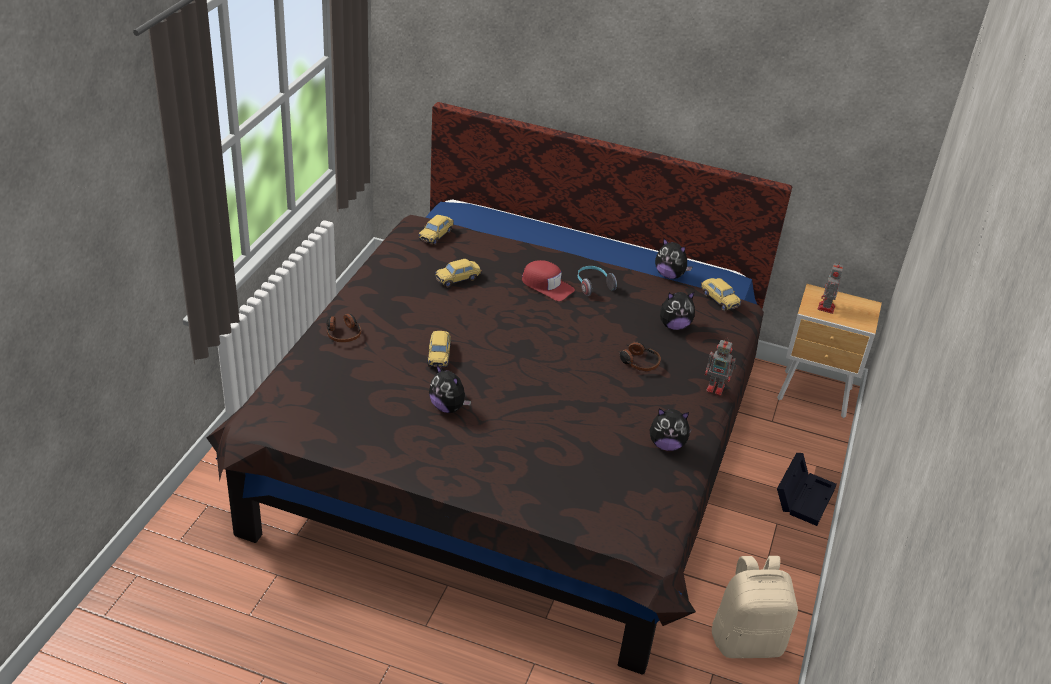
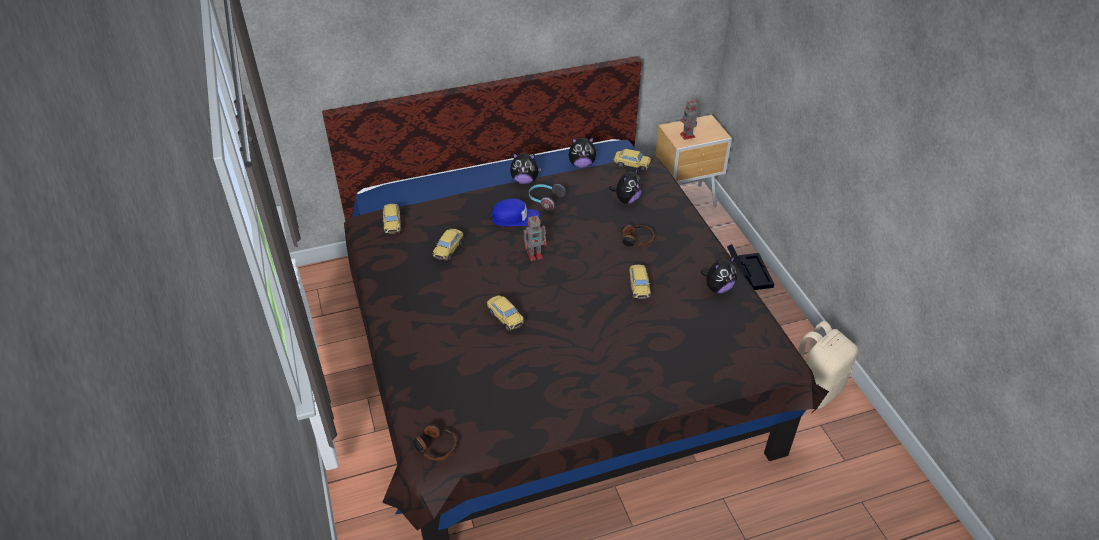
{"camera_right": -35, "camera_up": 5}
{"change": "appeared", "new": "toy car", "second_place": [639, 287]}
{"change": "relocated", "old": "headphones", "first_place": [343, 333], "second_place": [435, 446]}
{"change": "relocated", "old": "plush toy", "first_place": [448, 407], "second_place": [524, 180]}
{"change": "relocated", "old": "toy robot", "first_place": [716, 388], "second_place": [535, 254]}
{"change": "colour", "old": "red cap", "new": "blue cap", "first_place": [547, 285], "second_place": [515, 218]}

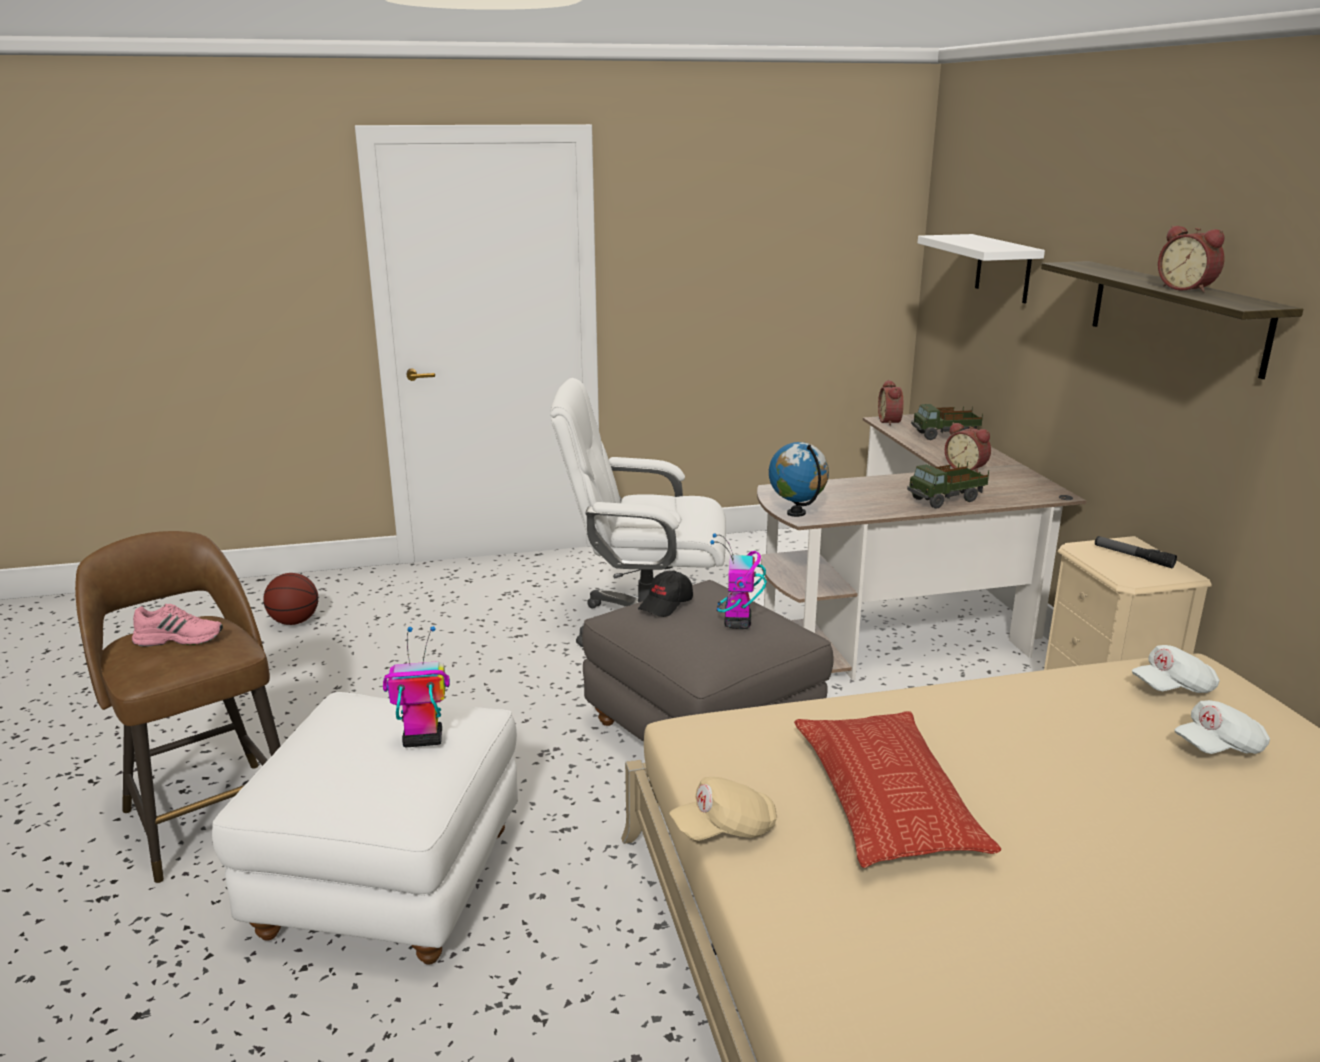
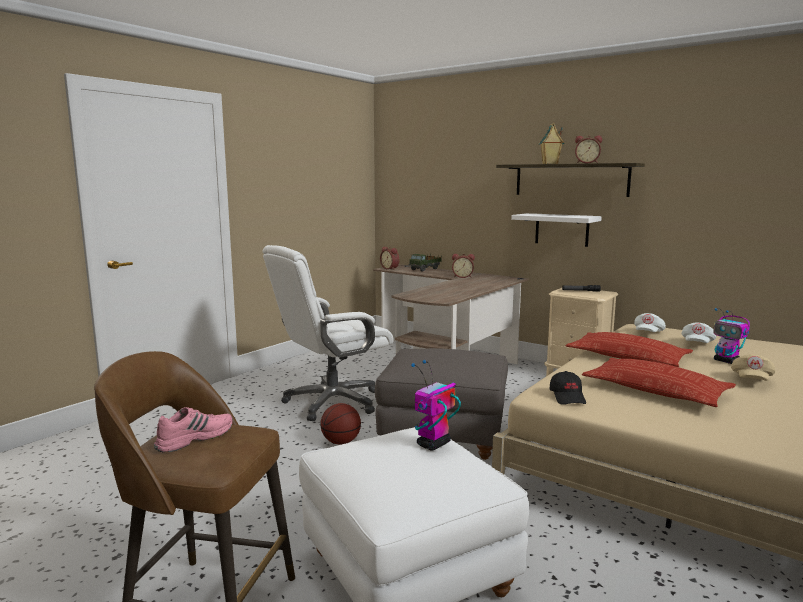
{"camera_right": -40, "camera_up": -10}
{"change": "missing", "old": "globe", "first_place": [796, 513]}
{"change": "missing", "old": "toy truck", "first_place": [946, 500]}
{"change": "appeared", "new": "toy house", "second_place": [550, 163]}
{"change": "appeared", "new": "pillow", "second_place": [627, 357]}
{"change": "relocated", "old": "basketball", "first_place": [294, 622], "second_place": [341, 442]}
{"change": "relocated", "old": "black cap", "first_place": [666, 604], "second_place": [568, 397]}
{"change": "relocated", "old": "beige cap", "first_place": [725, 829], "second_place": [751, 380]}
{"change": "relocated", "old": "toy robot", "first_place": [737, 623], "second_place": [727, 361]}
{"change": "relocated", "old": "white shelf", "first_place": [1003, 268], "second_place": [561, 229]}

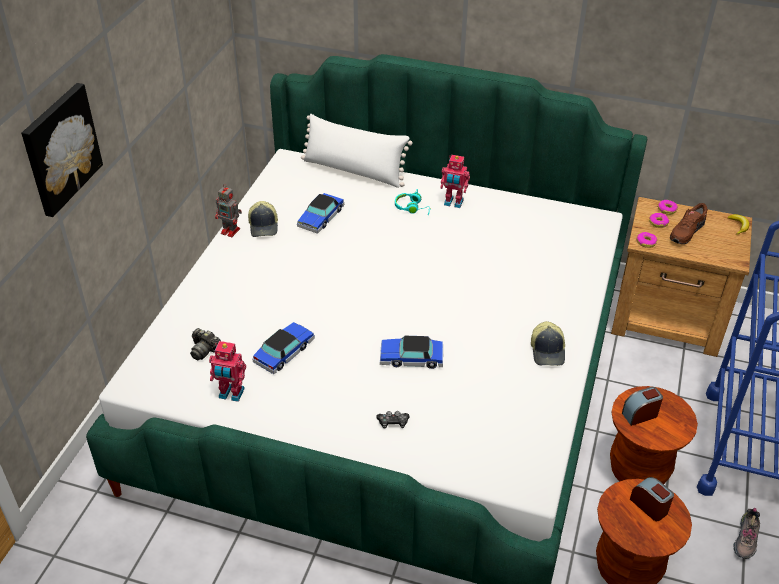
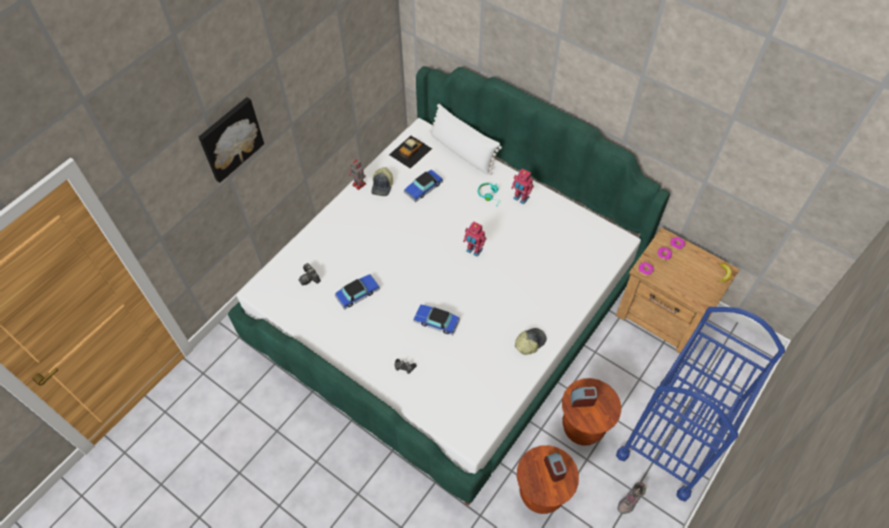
{"camera_right": 20, "camera_up": 15}
{"change": "missing", "old": "brown shoe", "first_place": [686, 232]}
{"change": "appeared", "new": "toy car", "second_place": [410, 151]}
{"change": "relocated", "old": "toy robot", "first_place": [231, 394], "second_place": [474, 251]}
{"change": "spun", "old": "cap", "first_place": [548, 351], "second_place": [529, 342], "degrees": -150}

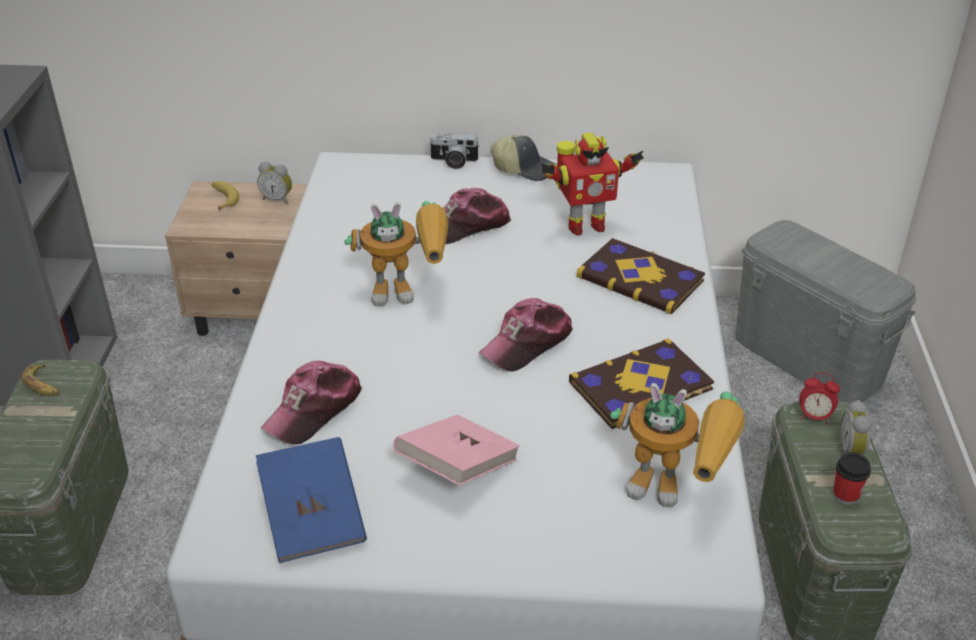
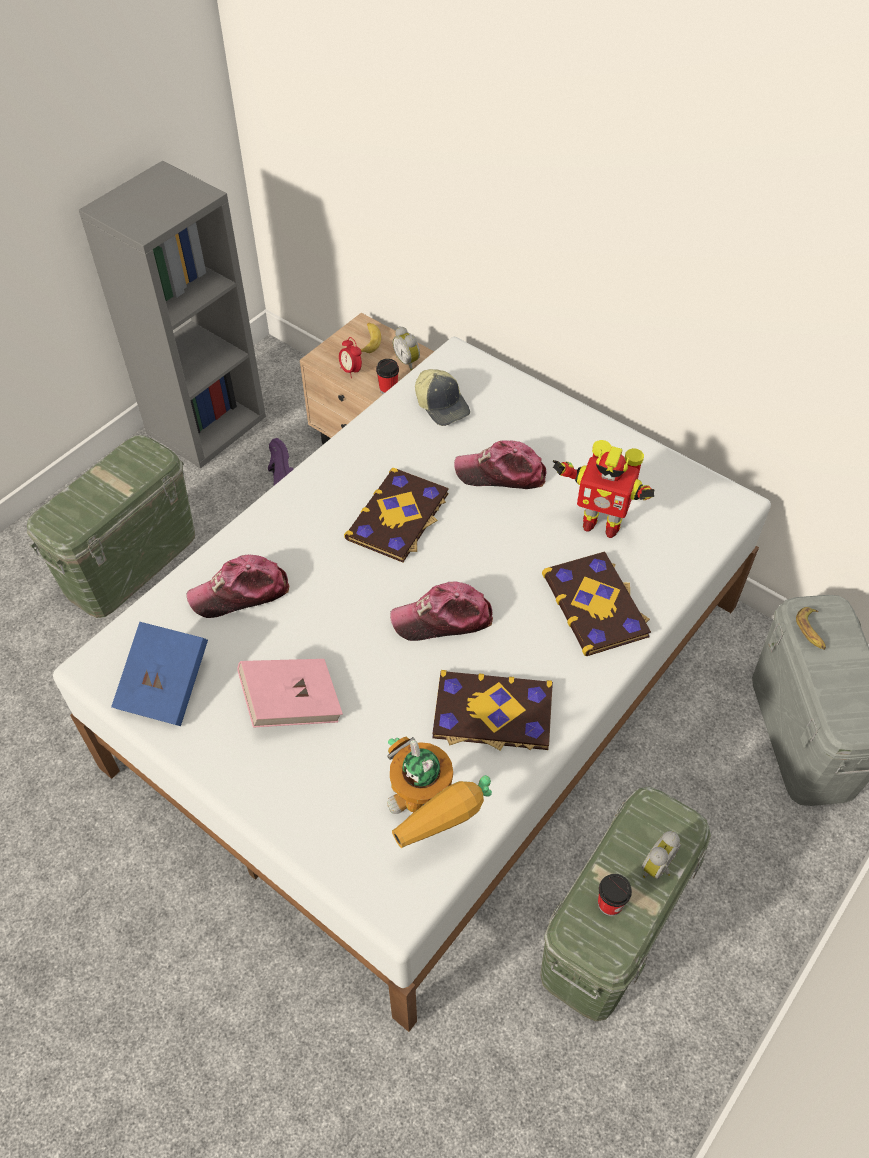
{"camera_right": 35, "camera_up": 15}
{"change": "missing", "old": "photo camera", "first_place": [453, 162]}
{"change": "appeared", "new": "purple shoe", "second_place": [278, 473]}
{"change": "appeared", "new": "cup", "second_place": [388, 389]}
{"change": "relocated", "old": "banana", "first_place": [43, 385], "second_place": [811, 631]}
{"change": "relocated", "old": "cap", "first_place": [524, 168], "second_place": [442, 405]}
{"change": "relocated", "old": "alarm clock", "first_place": [814, 417], "second_place": [351, 371]}
{"change": "exchanged", "old": "toy robot", "new": "book", "first_place": [409, 290], "second_place": [399, 517]}

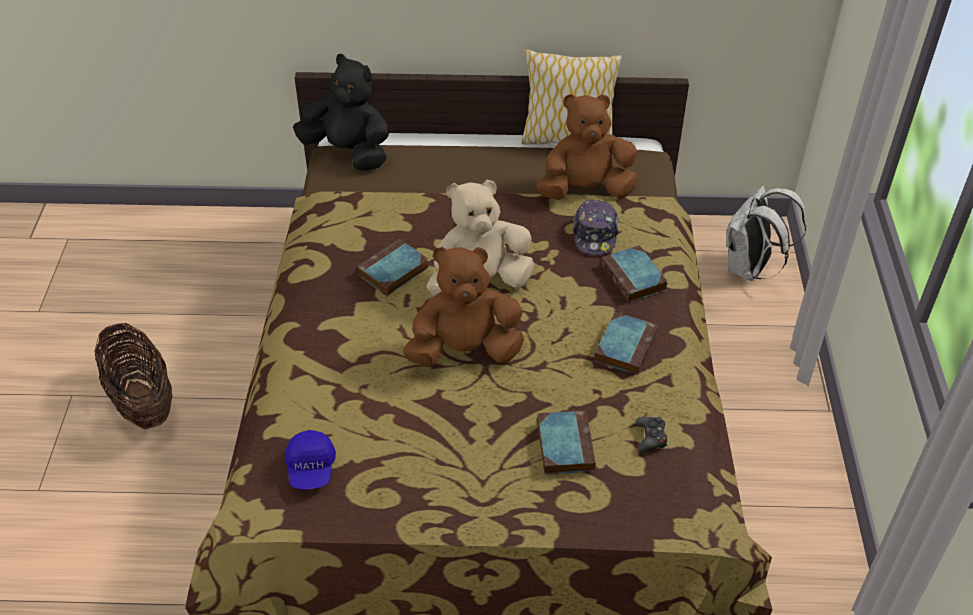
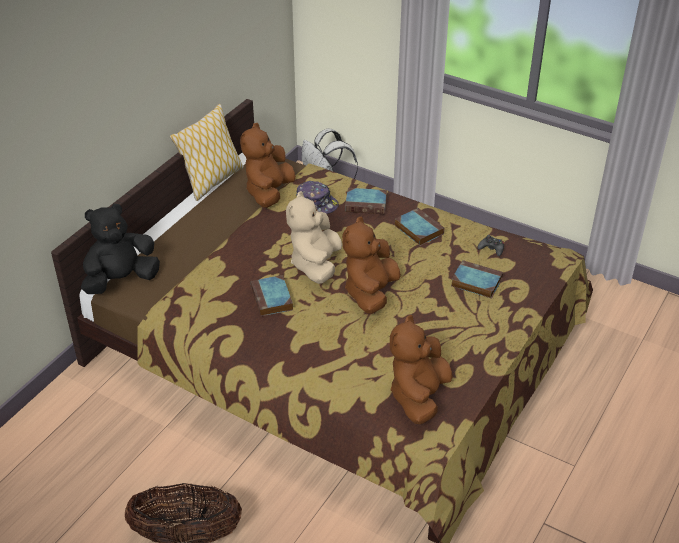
{"camera_right": -60, "camera_up": -5}
{"change": "exchanged", "old": "blue cap", "new": "brown plush toy", "first_place": [311, 468], "second_place": [418, 396]}

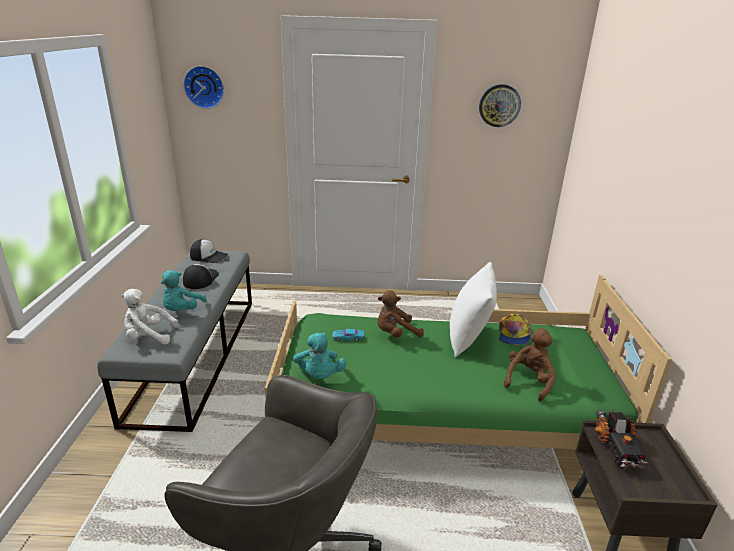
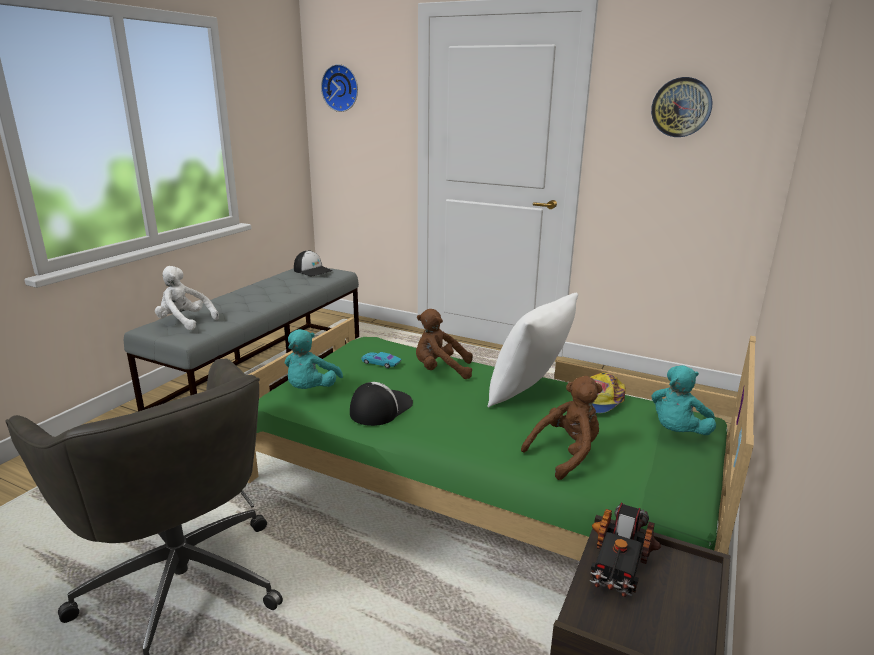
{"camera_right": 25, "camera_up": -5}
{"change": "relocated", "old": "turquoise plush toy", "first_place": [182, 310], "second_place": [677, 432]}
{"change": "relocated", "old": "cap", "first_place": [200, 279], "second_place": [380, 408]}

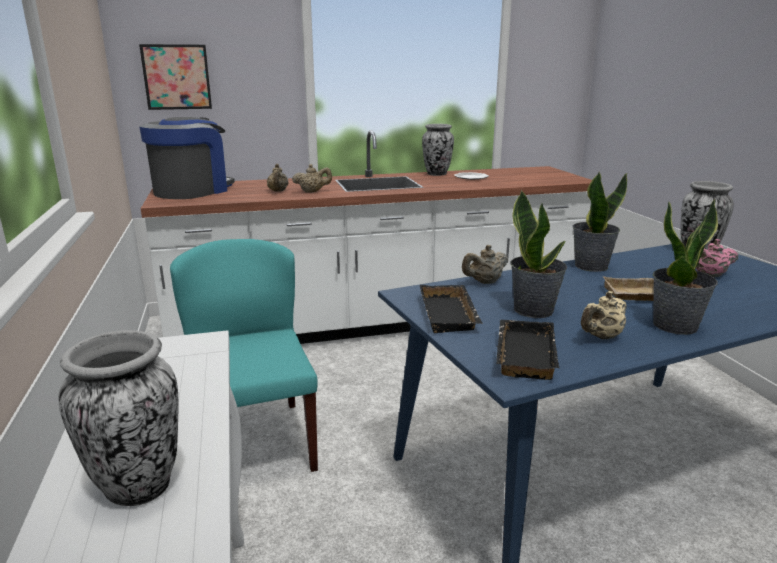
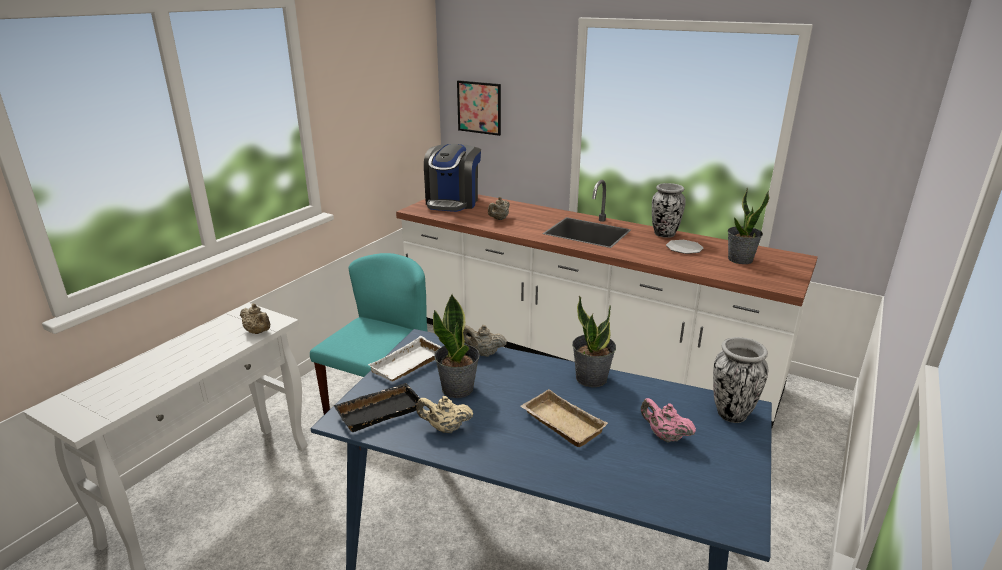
{"camera_right": 45, "camera_up": 5}
{"change": "missing", "old": "vase", "first_place": [138, 486]}
{"change": "relocated", "old": "beige teapot", "first_place": [312, 192], "second_place": [258, 332]}
{"change": "relocated", "old": "potted plant", "first_place": [675, 326], "second_place": [740, 259]}
{"change": "colour", "old": "black tray", "new": "white tray", "first_place": [451, 315], "second_place": [408, 365]}
{"change": "spun", "old": "coffee machine", "first_place": [192, 191], "second_place": [453, 202], "degrees": 120}

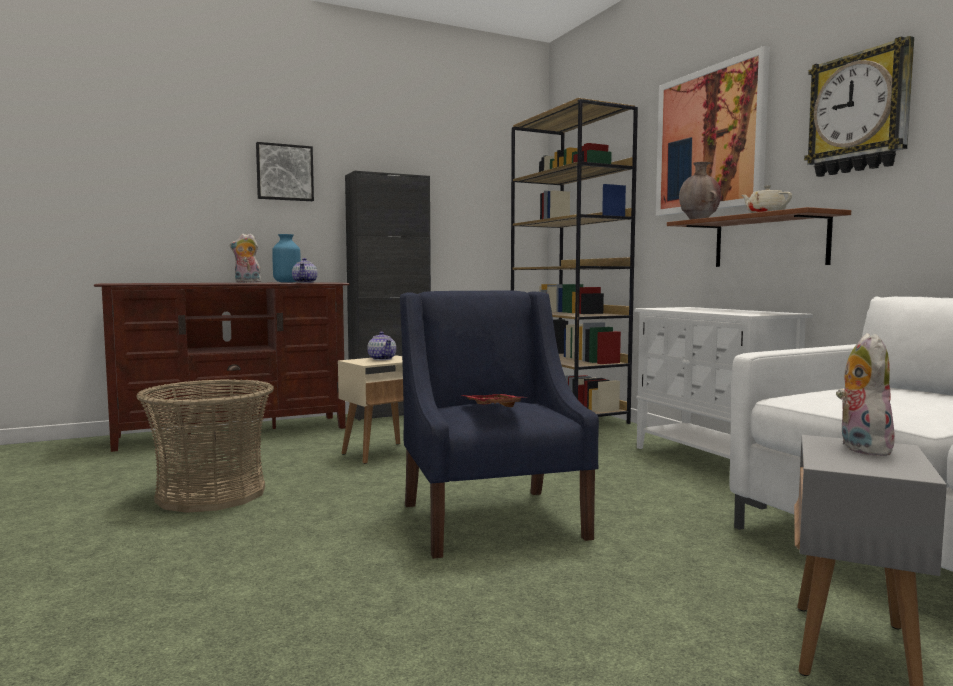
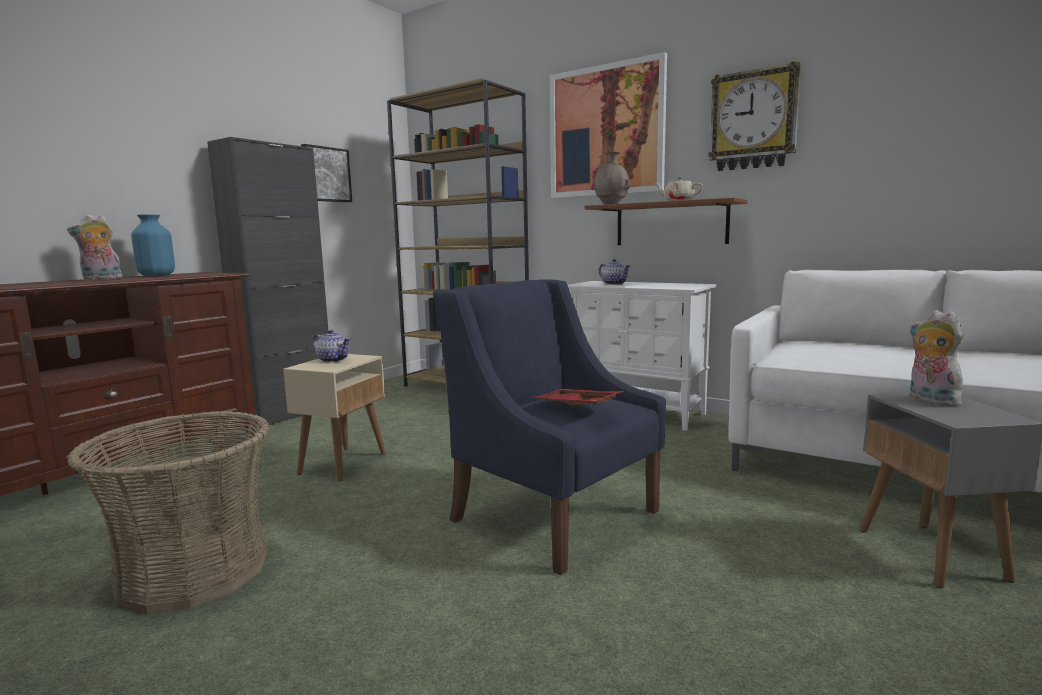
{"camera_right": -30, "camera_up": 5}
{"change": "relocated", "old": "picture", "first_place": [284, 172], "second_place": [325, 174]}
{"change": "relocated", "old": "teapot", "first_place": [305, 282], "second_place": [614, 284]}

